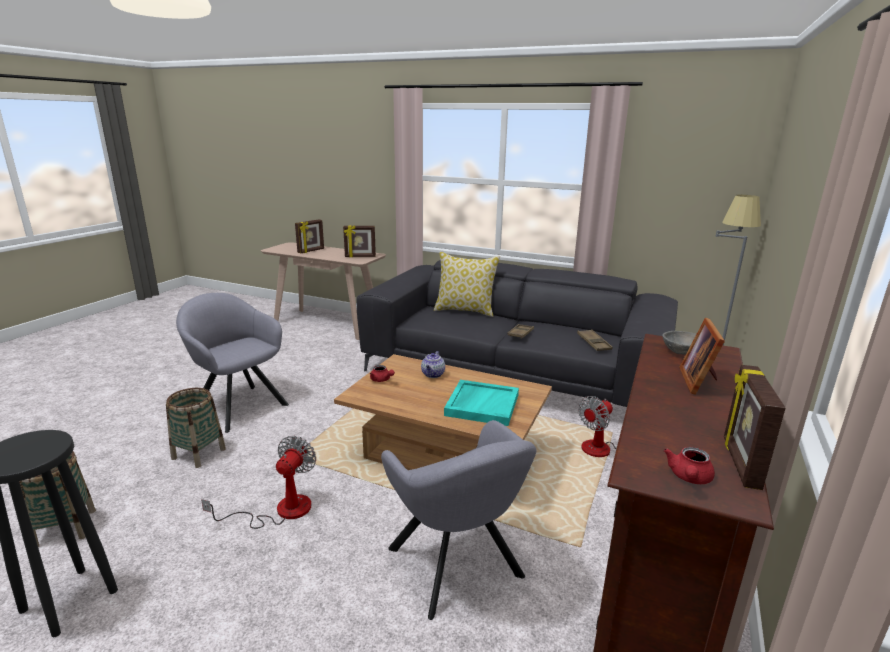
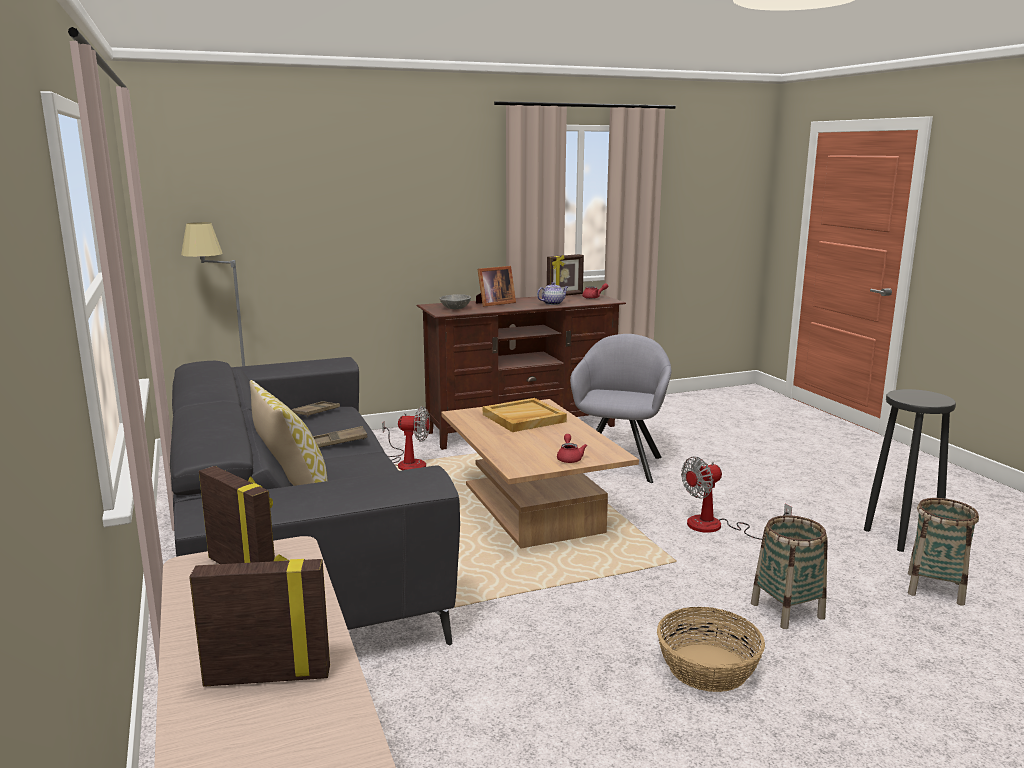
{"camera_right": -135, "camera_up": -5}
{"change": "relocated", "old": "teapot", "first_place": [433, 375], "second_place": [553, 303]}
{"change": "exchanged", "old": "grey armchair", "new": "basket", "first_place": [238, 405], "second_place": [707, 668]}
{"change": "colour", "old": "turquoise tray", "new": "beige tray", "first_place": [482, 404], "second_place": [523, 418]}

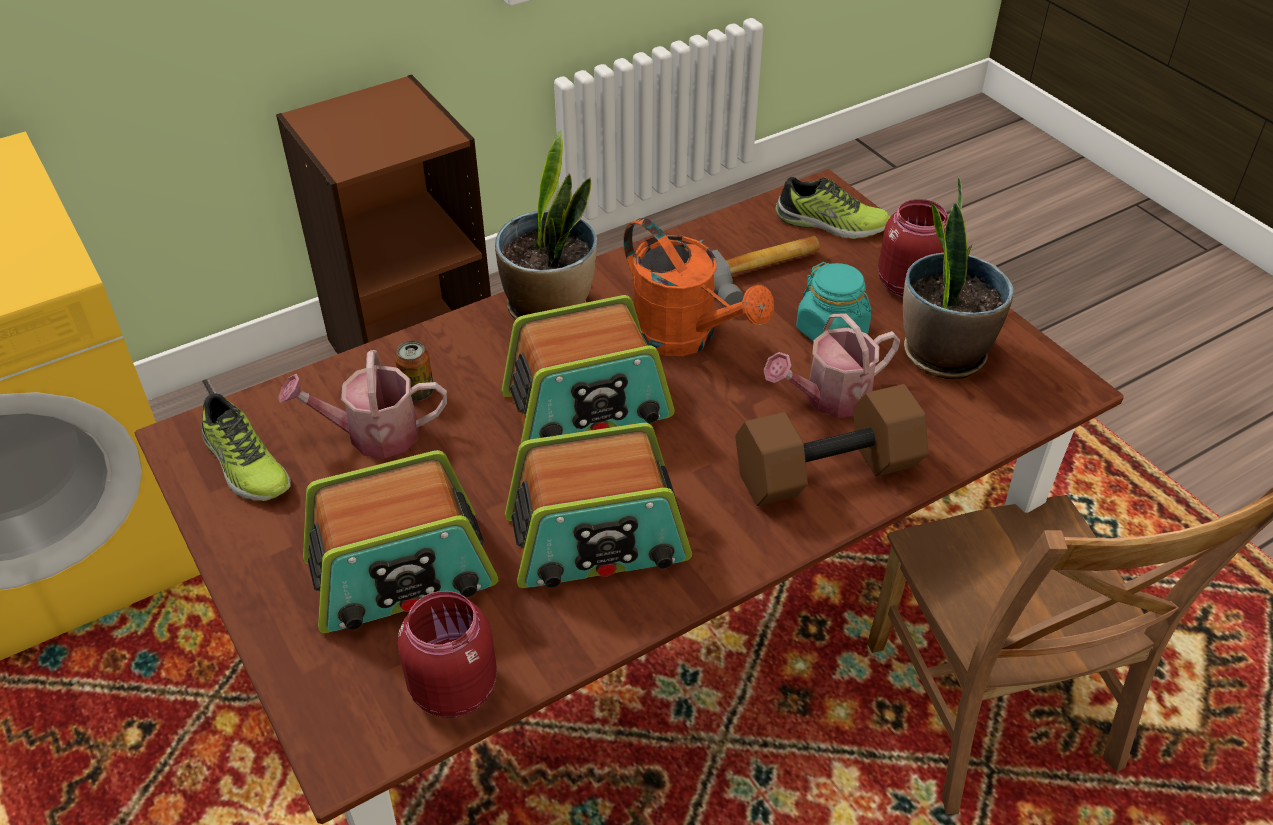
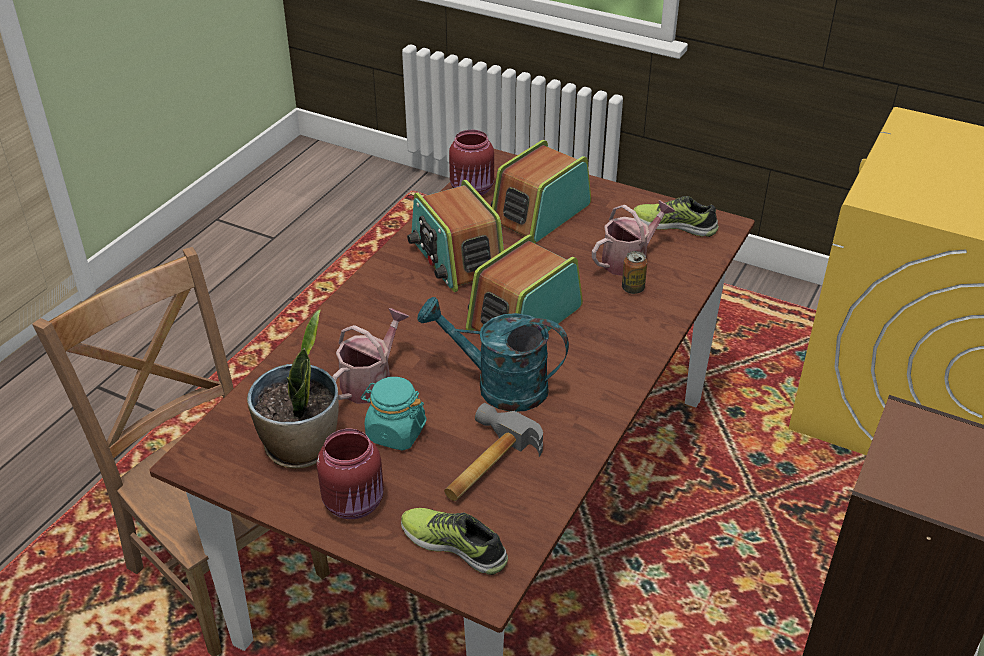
{"camera_right": 150, "camera_up": -5}
{"change": "missing", "old": "potted plant", "first_place": [549, 308]}
{"change": "missing", "old": "brown dumbbell", "first_place": [827, 469]}
{"change": "colour", "old": "orange watering can", "new": "turquoise watering can", "first_place": [686, 337], "second_place": [499, 386]}
{"change": "spun", "old": "radio", "first_place": [598, 540], "second_place": [456, 258], "degrees": -75}
{"change": "spun", "old": "shoe", "first_place": [830, 224], "second_place": [455, 544], "degrees": 45}

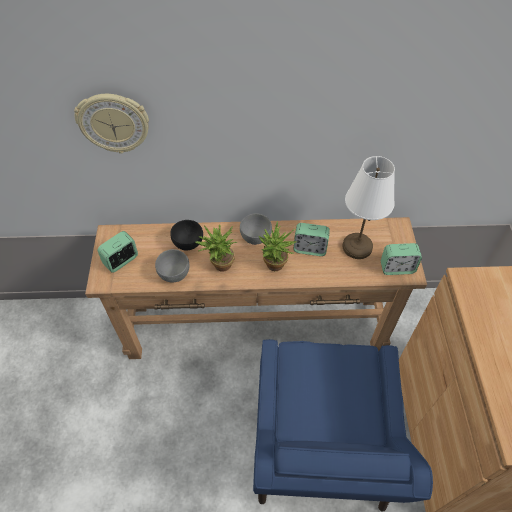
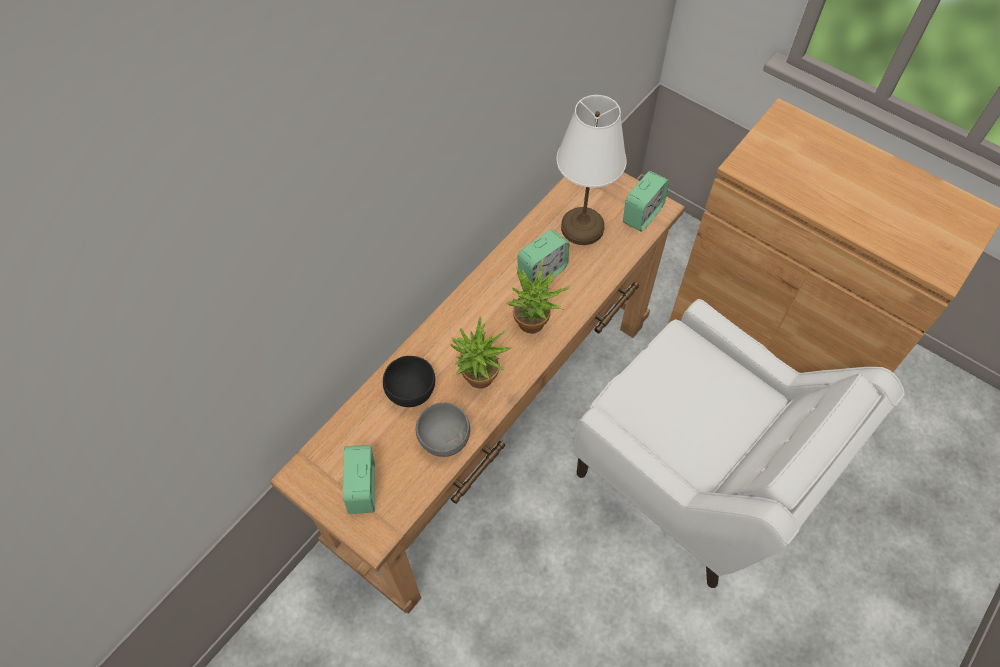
{"camera_right": -50, "camera_up": 5}
{"change": "missing", "old": "wall clock", "first_place": [114, 123]}
{"change": "missing", "old": "grey bowl", "first_place": [256, 237]}
{"change": "colour", "old": "blue armchair", "new": "white armchair", "first_place": [320, 445], "second_place": [696, 476]}

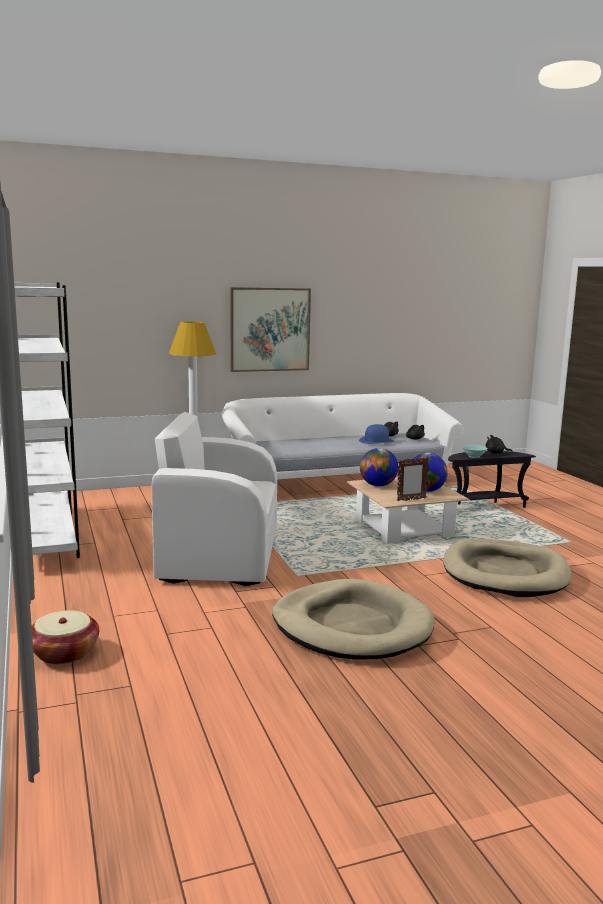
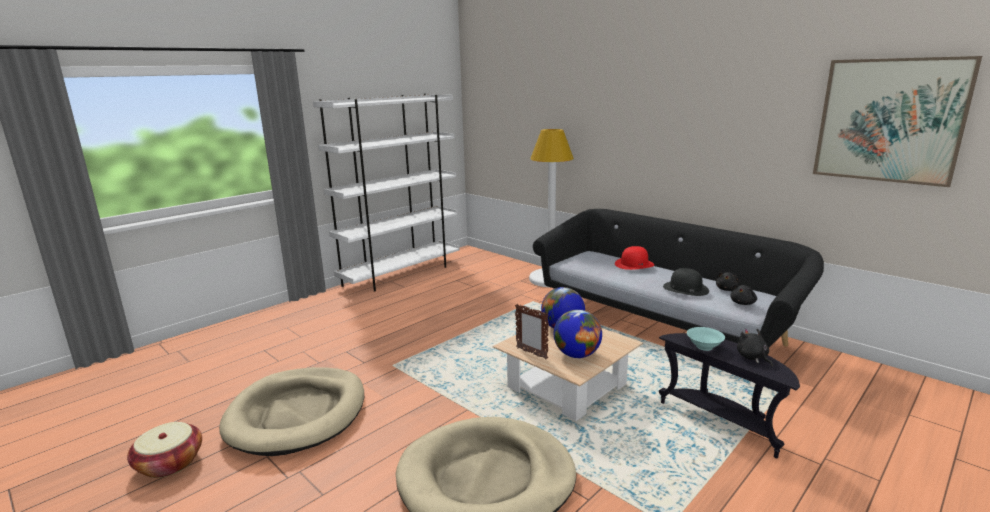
{"camera_right": 65, "camera_up": 5}
{"change": "missing", "old": "white armchair", "first_place": [219, 555]}
{"change": "appeared", "new": "red hat", "second_place": [634, 264]}
{"change": "relocated", "old": "basket", "first_place": [64, 653], "second_place": [170, 463]}
{"change": "relocated", "old": "picture", "first_place": [270, 329], "second_place": [889, 120]}
{"change": "colour", "old": "white sofa", "new": "black sofa", "first_place": [337, 484], "second_place": [660, 323]}
{"change": "colour", "old": "blue hat", "new": "black hat", "first_place": [376, 441], "second_place": [685, 288]}

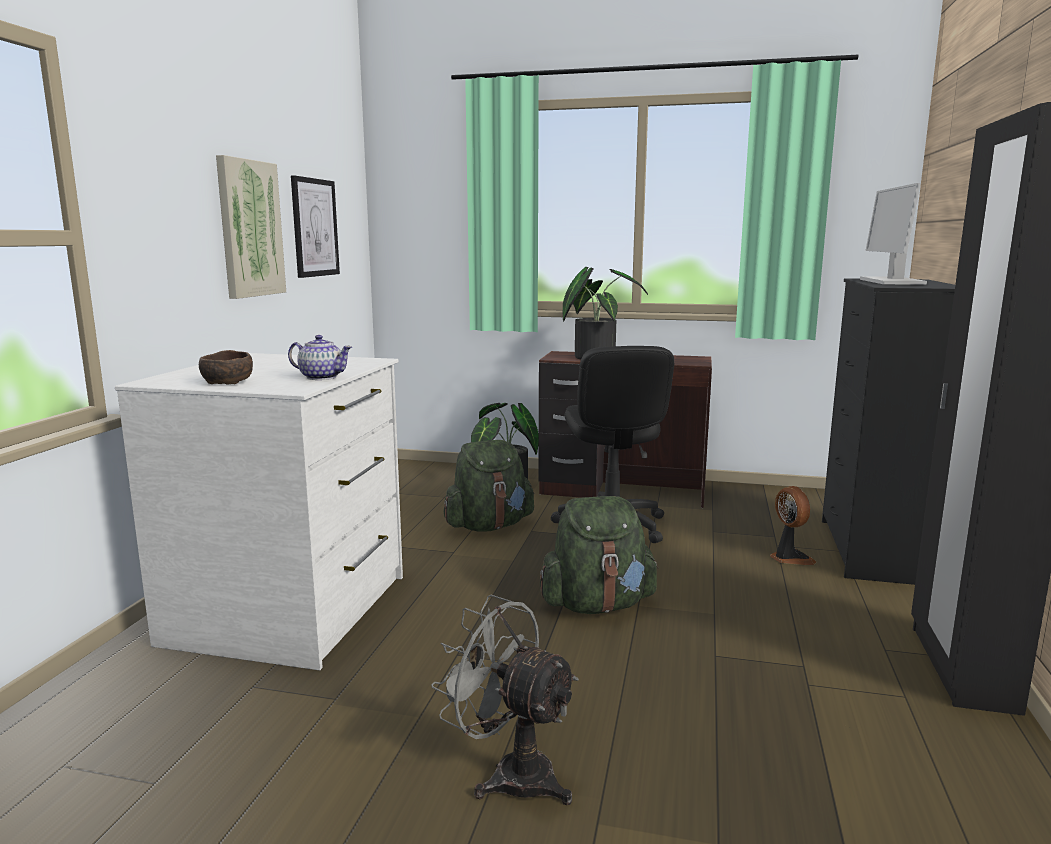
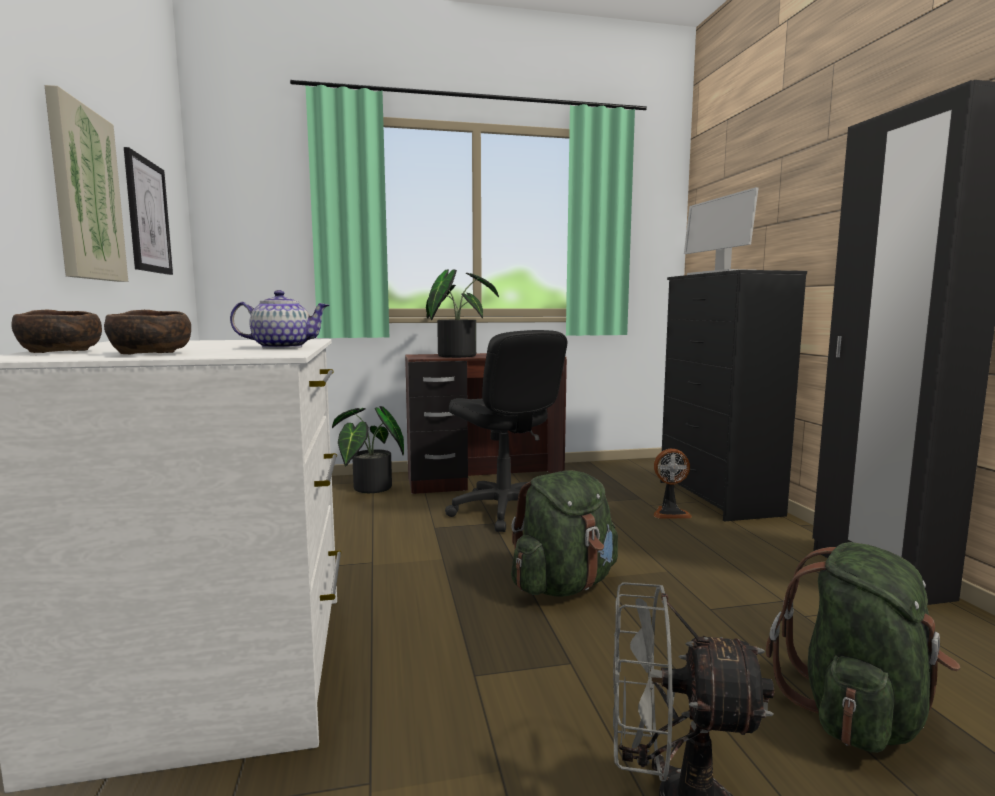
{"camera_right": -25, "camera_up": -5}
{"change": "appeared", "new": "brown bowl", "second_place": [62, 352]}
{"change": "relocated", "old": "green backpack", "first_place": [489, 526], "second_place": [857, 713]}
{"change": "spun", "old": "fan", "first_place": [789, 558], "second_place": [670, 513], "degrees": 135}

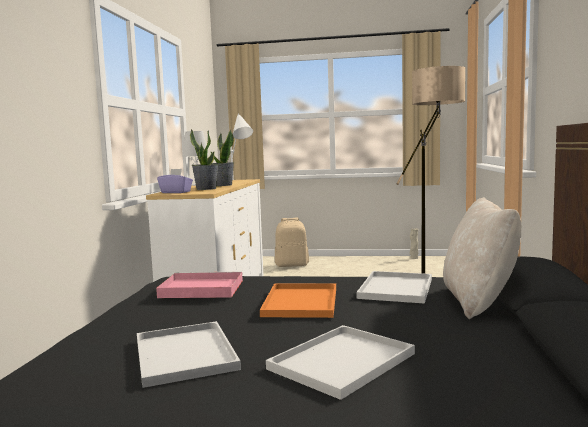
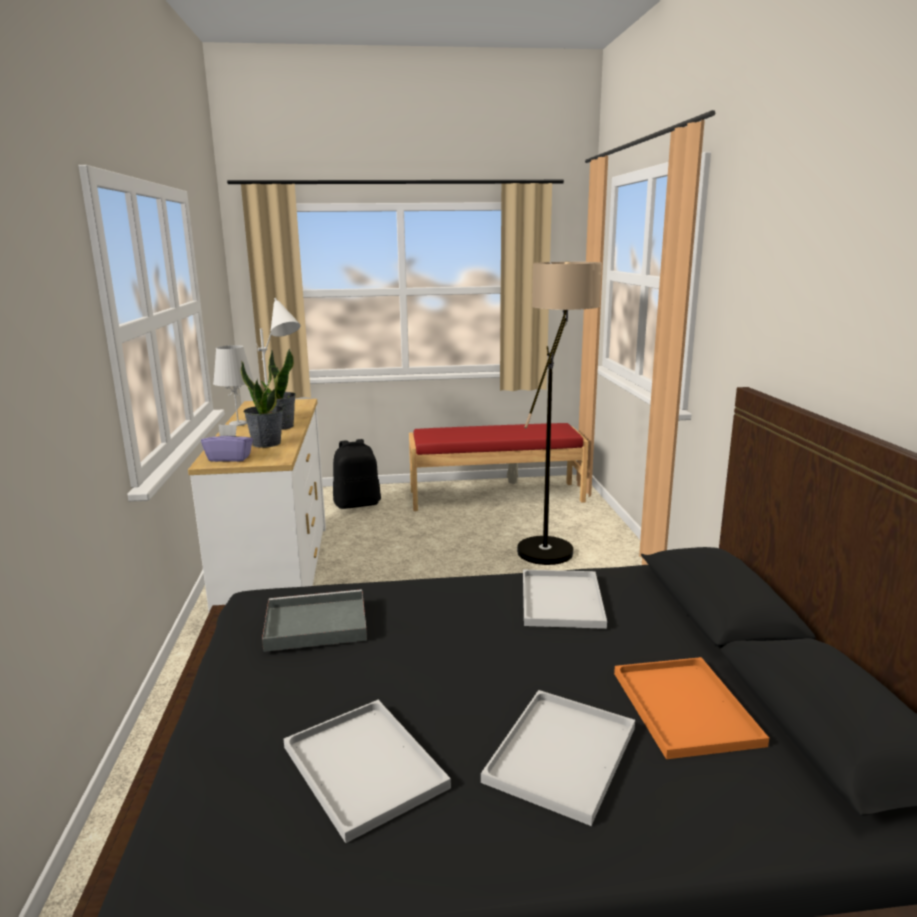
{"camera_right": -15, "camera_up": 10}
{"change": "missing", "old": "beige pillow", "first_place": [478, 302]}
{"change": "appeared", "new": "red bench", "second_place": [495, 496]}
{"change": "relocated", "old": "orange tray", "first_place": [300, 301], "second_place": [682, 706]}
{"change": "colour", "old": "pink tray", "new": "grey tray", "first_place": [200, 289], "second_place": [313, 625]}
{"change": "colour", "old": "beige backpack", "new": "black backpack", "first_place": [292, 265], "second_place": [357, 504]}

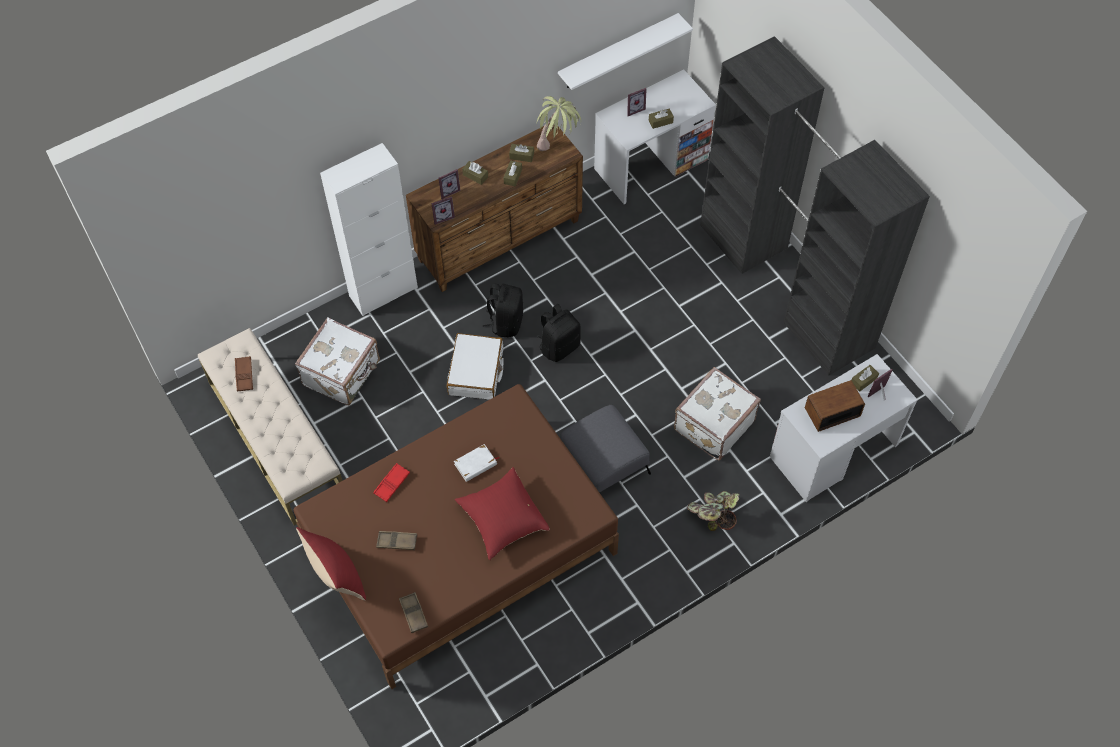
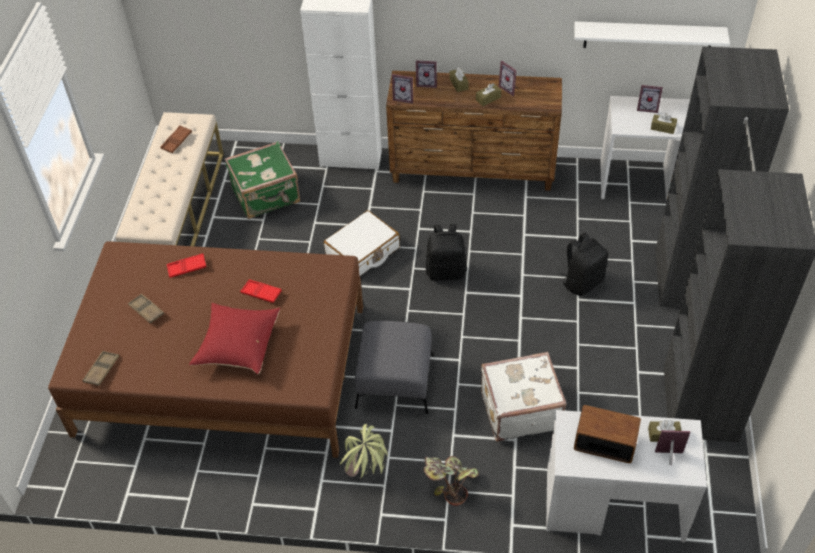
{"camera_right": 40, "camera_up": -10}
{"change": "missing", "old": "red pillow", "first_place": [336, 575]}
{"change": "relocated", "old": "black backpack", "first_place": [506, 322], "second_place": [582, 282]}
{"change": "relocated", "old": "potted plant", "first_place": [557, 146], "second_place": [367, 478]}
{"change": "exchanged", "old": "white book", "new": "red tray", "first_place": [476, 464], "second_place": [261, 293]}
{"change": "exchanged", "old": "brown tissue box", "new": "picture frame", "first_place": [521, 156], "second_place": [510, 88]}
{"change": "colour", "old": "white suitcase", "new": "green suitcase", "first_place": [343, 373], "second_place": [266, 196]}

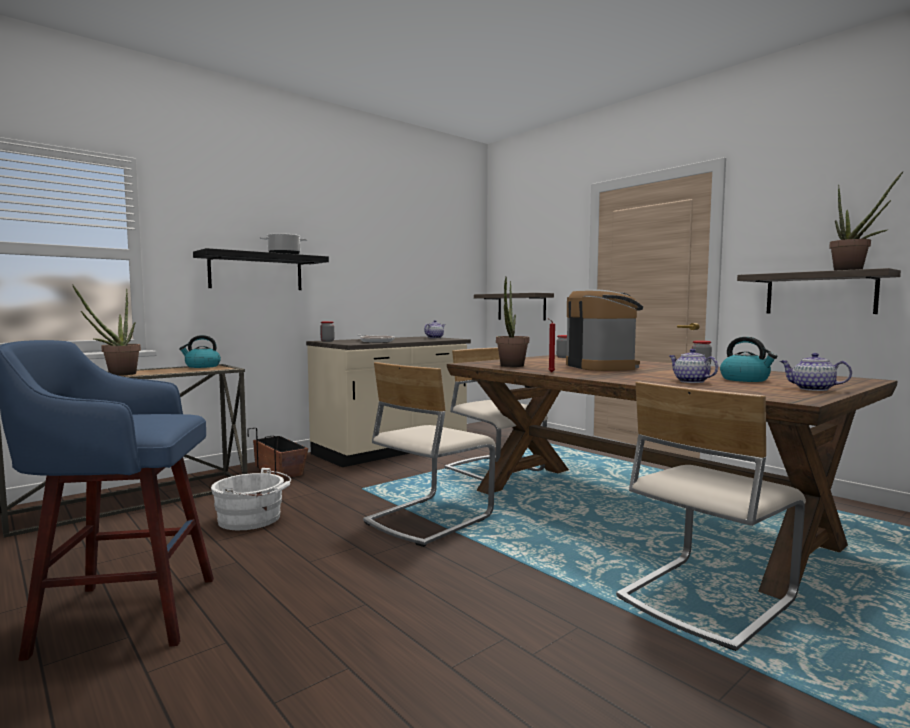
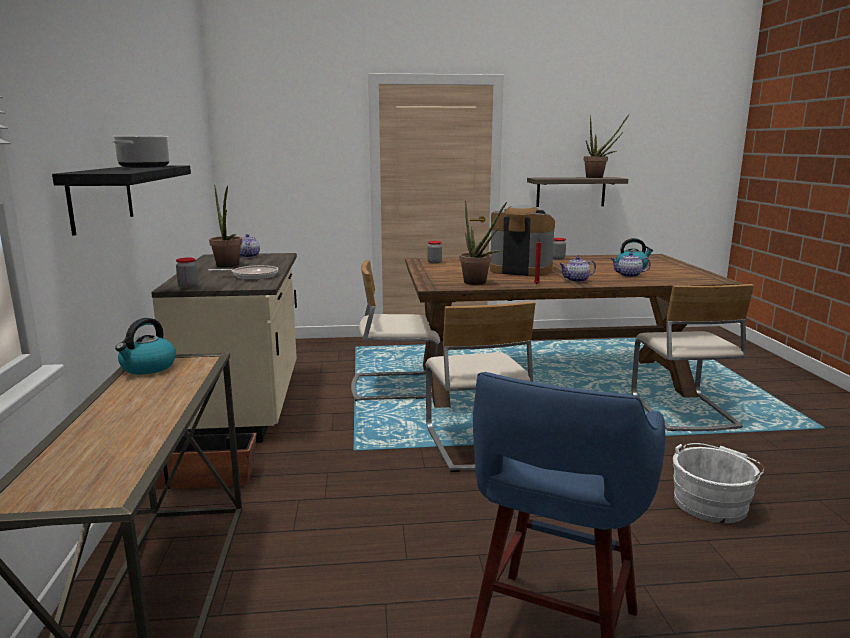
{"camera_right": -55, "camera_up": 10}
{"change": "missing", "old": "shelf", "first_place": [521, 307]}
{"change": "relocated", "old": "potted plant", "first_place": [117, 374], "second_place": [228, 266]}
{"change": "relocated", "old": "white bucket", "first_place": [253, 519], "second_place": [712, 502]}
{"change": "relocated", "old": "teapot", "first_place": [812, 389], "second_place": [576, 280]}

